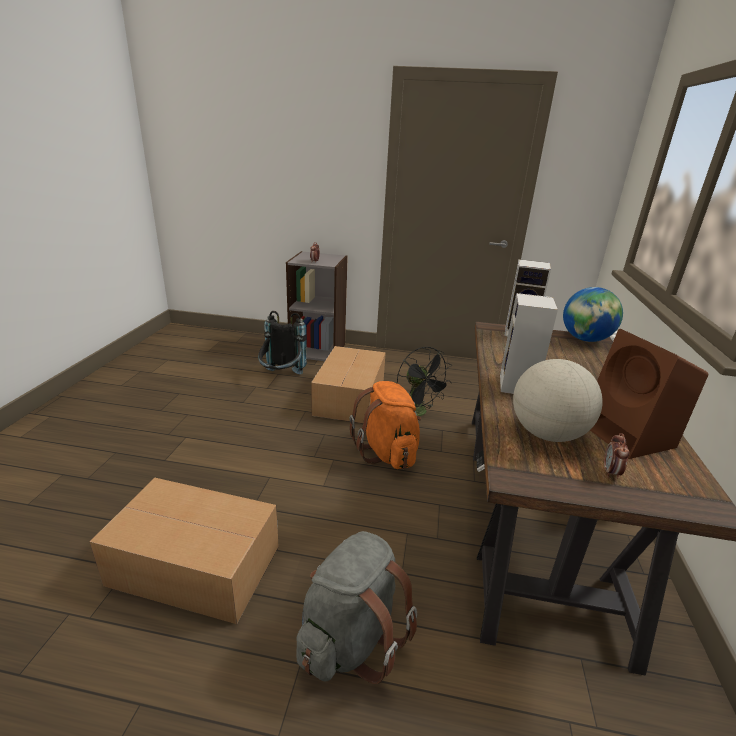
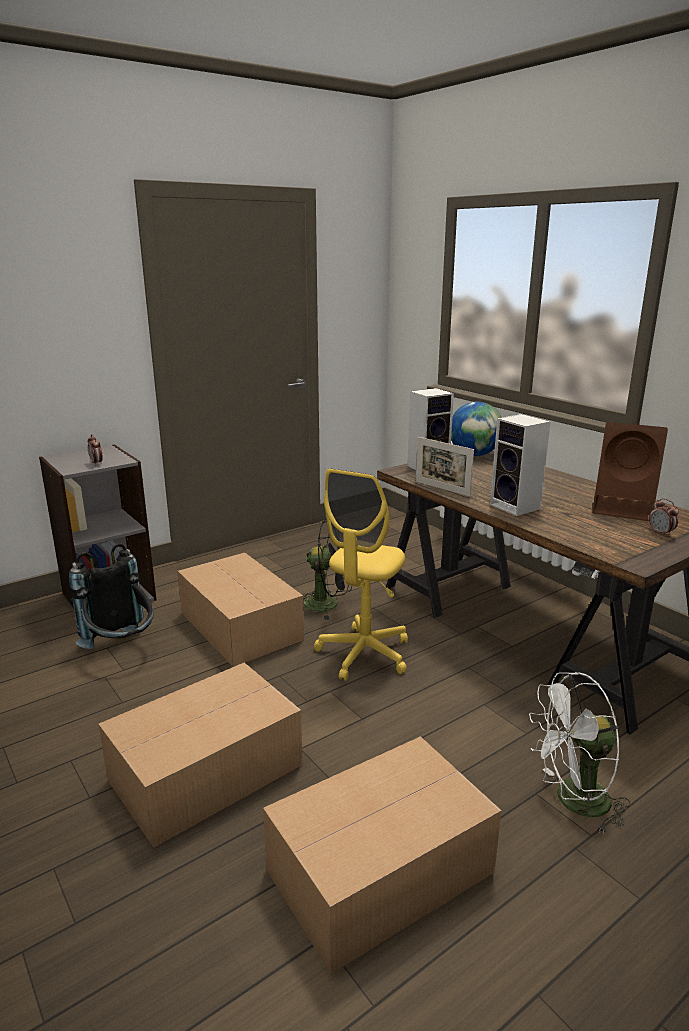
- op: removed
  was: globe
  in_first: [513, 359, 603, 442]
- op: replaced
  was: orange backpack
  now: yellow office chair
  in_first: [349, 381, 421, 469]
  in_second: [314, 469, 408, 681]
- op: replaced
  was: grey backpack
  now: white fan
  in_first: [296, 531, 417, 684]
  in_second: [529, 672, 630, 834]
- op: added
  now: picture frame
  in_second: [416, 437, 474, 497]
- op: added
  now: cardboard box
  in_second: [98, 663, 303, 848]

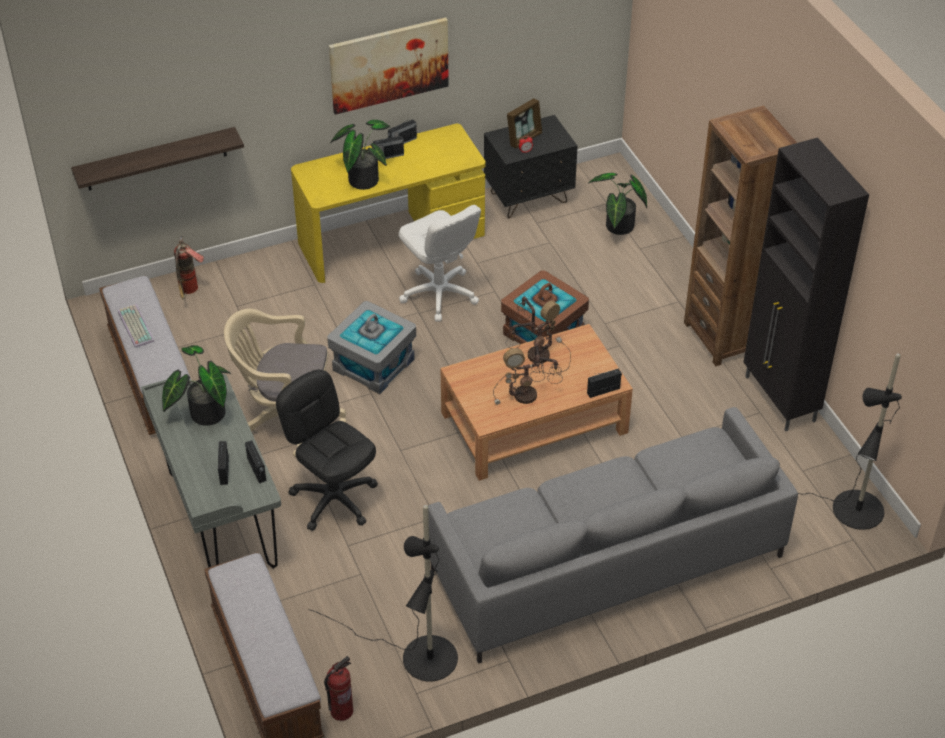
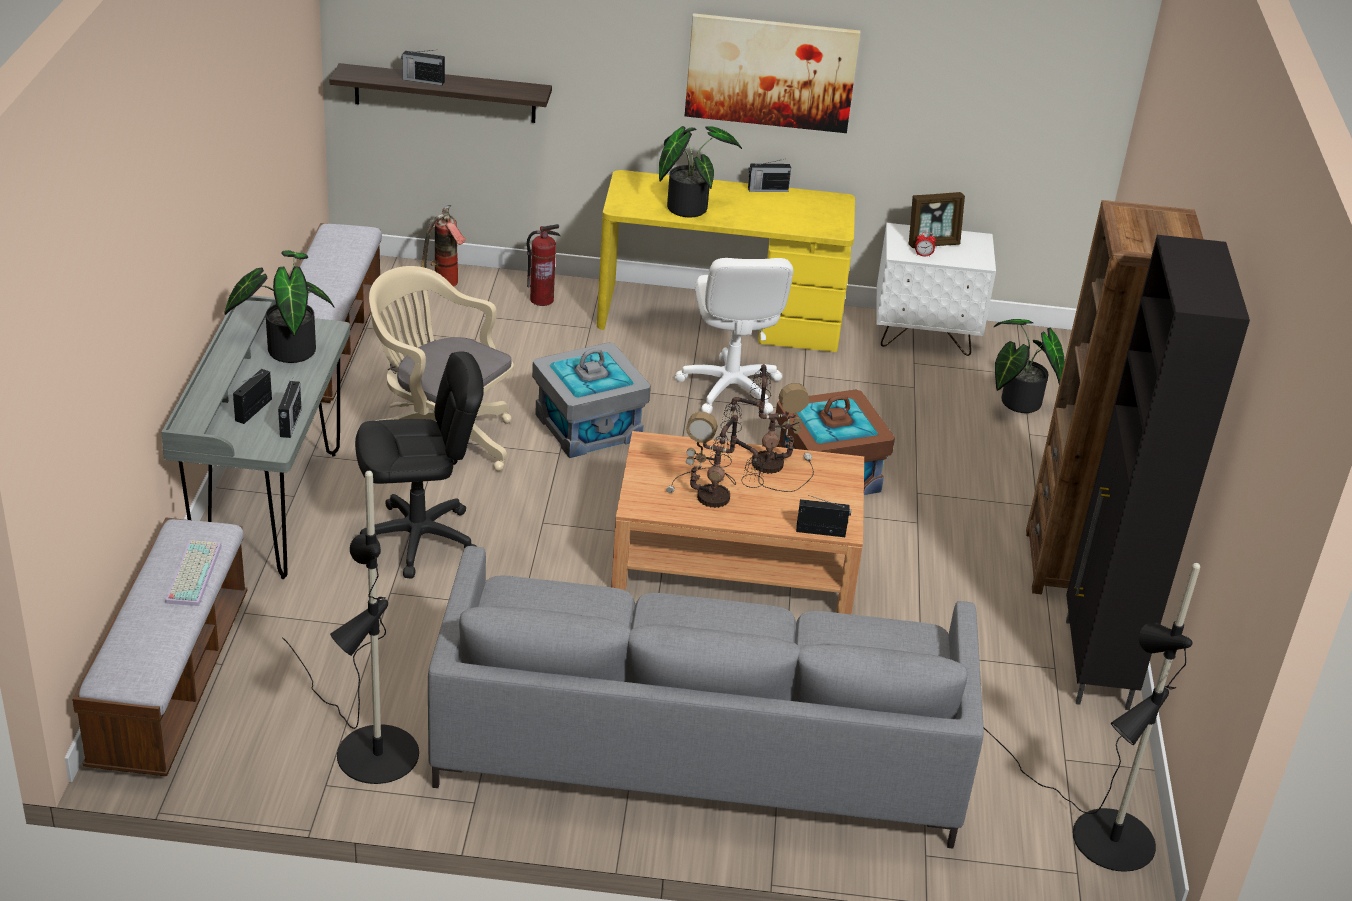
- op: recoloured
  was: black nightstand
  now: white nightstand
  in_first: [484, 115, 578, 218]
  in_second: [876, 223, 996, 356]
- op: moved
  was: radio
  in_first: [373, 134, 404, 159]
  in_second: [401, 50, 445, 85]
- op: moved
  was: keyboard
  in_first: [118, 304, 155, 348]
  in_second: [165, 540, 222, 606]
- op: turned
  was: black office chair
  in_first: [276, 370, 378, 531]
  in_second: [355, 352, 484, 579]
  clockwise: 90
- op: moved
  was: fire extinguisher
  in_first: [324, 656, 353, 721]
  in_second: [527, 224, 560, 306]

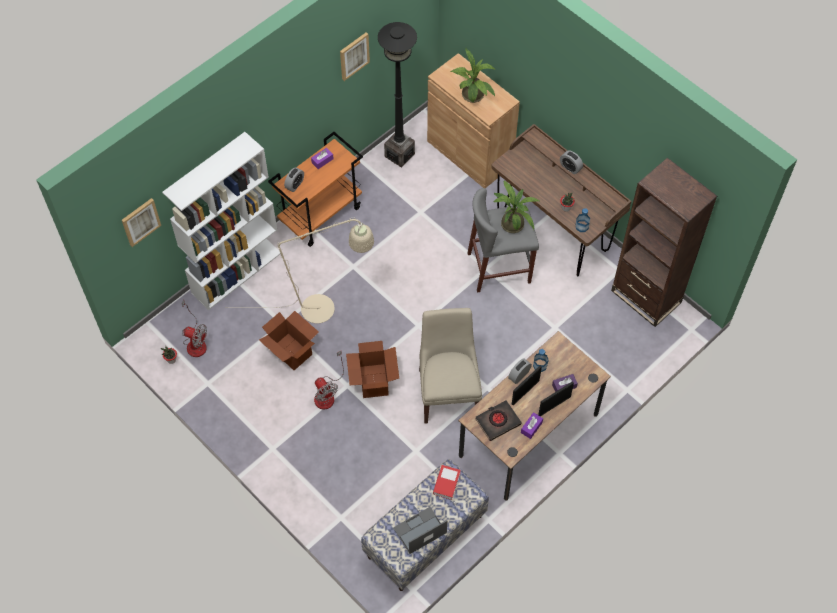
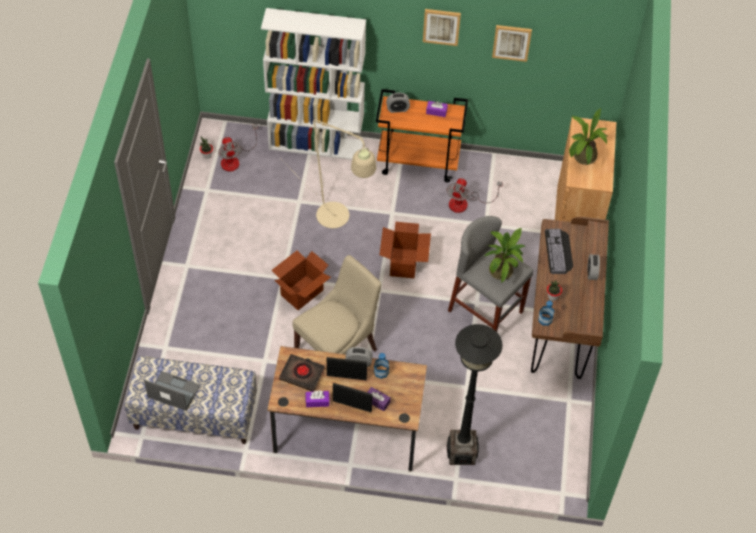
- op: moved
  was: black floor lamp
  in_first: [378, 22, 417, 168]
  in_second: [447, 324, 502, 465]
- op: removed
  was: brown bookcase
  in_first: [611, 158, 717, 327]
- op: moved
  was: picture
  in_first: [122, 198, 161, 247]
  in_second: [423, 9, 461, 46]
- op: moved
  was: cardboard box
  in_first: [259, 311, 319, 370]
  in_second: [379, 222, 431, 279]
- op: moved
  was: fan
  in_first: [314, 351, 344, 409]
  in_second: [446, 178, 503, 213]
- op: removed
  was: book
  in_first: [433, 465, 461, 500]
- op: added
  now: keyboard
  in_second: [545, 229, 573, 274]

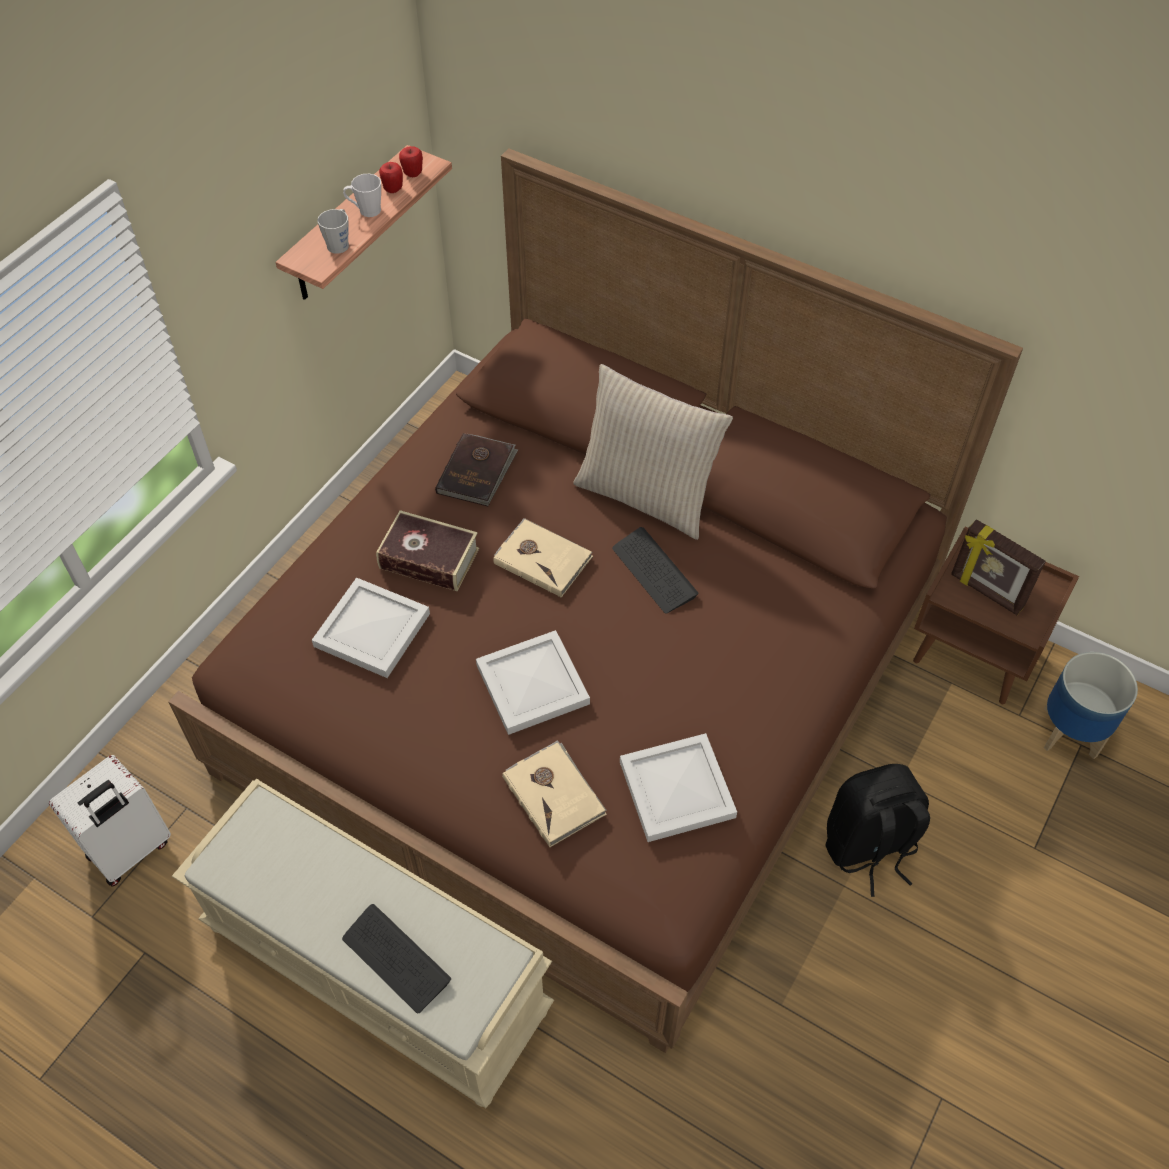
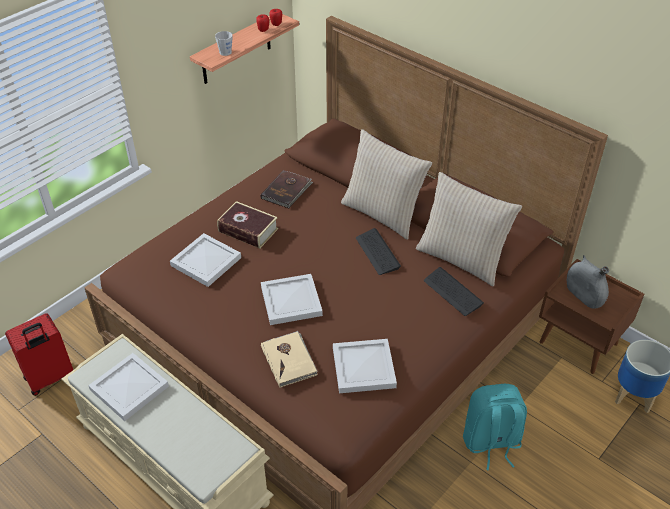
- op: removed
  was: white mug
  in_first: [343, 174, 381, 217]
- op: removed
  was: beige book
  in_first: [493, 518, 593, 598]
- op: replaced
  was: picture frame
  now: grey vase
  in_first: [951, 519, 1046, 615]
  in_second: [567, 255, 609, 309]
- op: recoloured
  was: white suitcase
  now: red suitcase
  in_first: [49, 755, 171, 886]
  in_second: [5, 313, 73, 396]
- op: recoloured
  was: black backpack
  now: turquoise backpack
  in_first: [826, 764, 930, 897]
  in_second: [463, 384, 527, 471]
- op: moved
  was: keyboard
  in_first: [342, 904, 451, 1013]
  in_second: [424, 267, 484, 316]
- op: added
  now: beige pillow
  in_second: [416, 172, 522, 287]
- op: added
  now: white tray
  in_second: [88, 353, 169, 421]

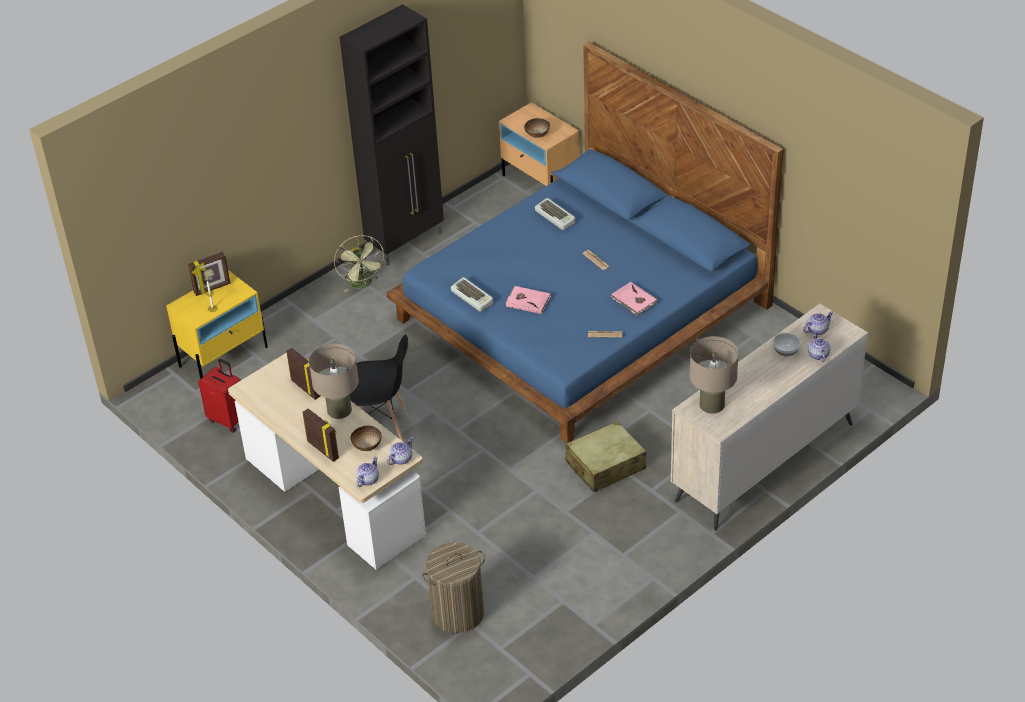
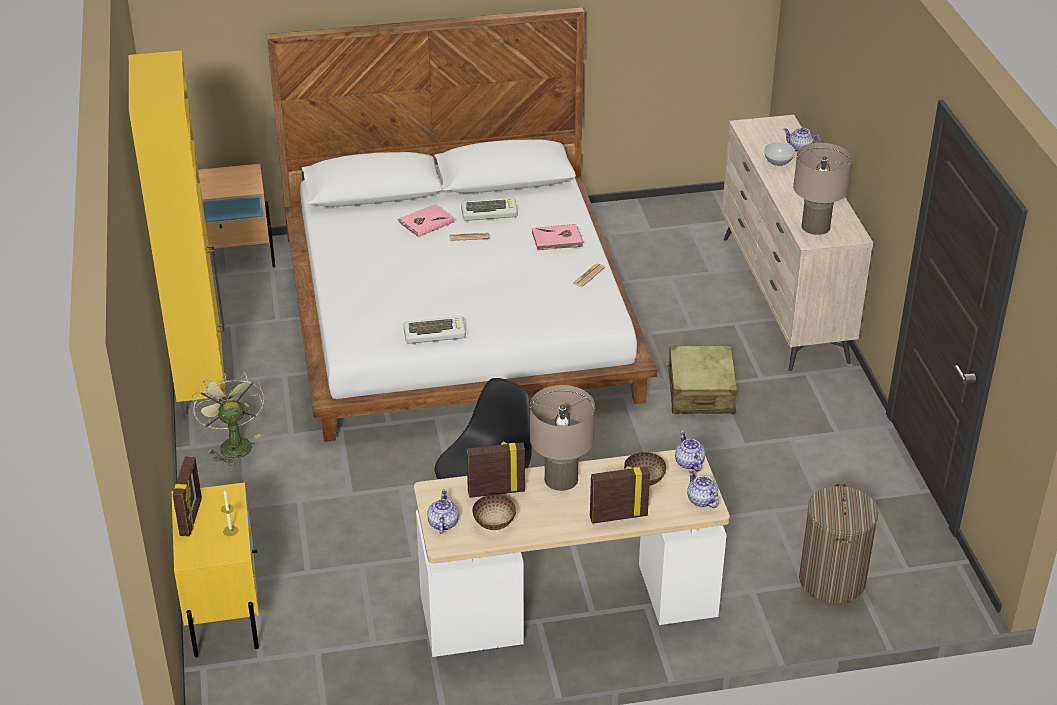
- op: recoloured
  was: black cabinet
  now: yellow cabinet
  in_first: [340, 4, 444, 266]
  in_second: [129, 50, 226, 418]
- op: recoloured
  was: blue bed
  now: white bed
  in_first: [387, 42, 784, 443]
  in_second: [267, 7, 657, 442]
- op: moved
  was: bowl
  in_first: [524, 118, 550, 138]
  in_second: [472, 494, 516, 530]
- op: moved
  was: keyboard
  in_first: [535, 198, 575, 230]
  in_second: [461, 198, 518, 221]
- op: turned
  was: green fan
  in_first: [334, 235, 386, 292]
  in_second: [192, 372, 265, 466]
  clockwise: -120
- op: moved
  was: pink book
  in_first: [506, 286, 551, 314]
  in_second: [397, 204, 455, 237]
- op: moved
  was: teapot
  in_first: [803, 312, 833, 335]
  in_second: [427, 489, 459, 534]
- op: removed
  was: red suitcase
  in_first: [198, 359, 241, 433]

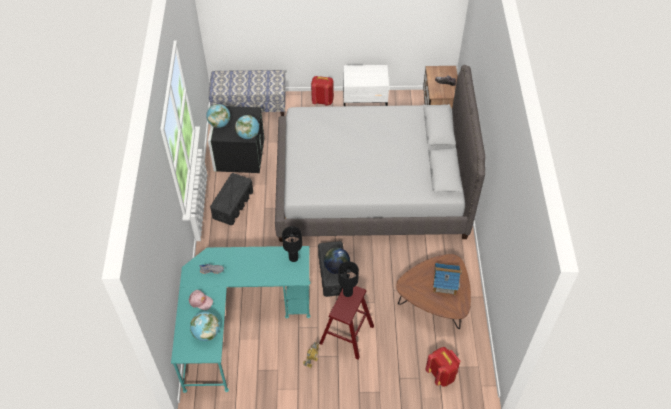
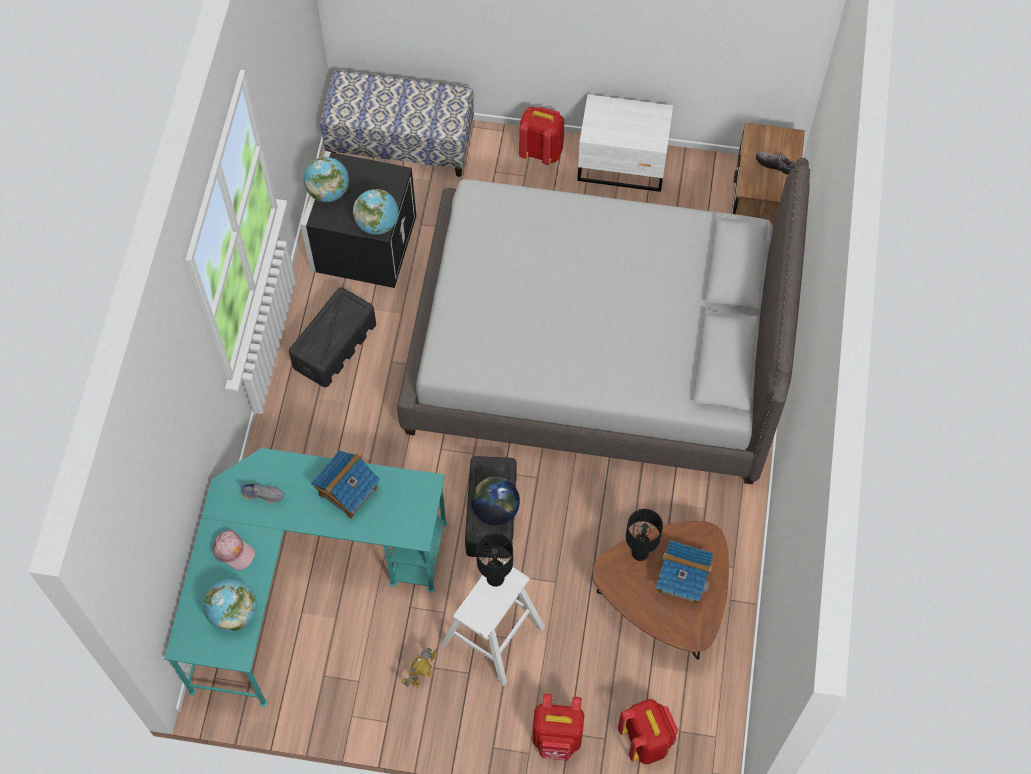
- op: moved
  was: black table lamp
  in_first: [282, 226, 302, 262]
  in_second: [626, 509, 663, 561]
- op: recoloured
  was: red stool
  now: white stool
  in_first: [320, 286, 374, 360]
  in_second: [441, 558, 545, 686]
- op: added
  now: toy house
  in_second: [311, 450, 381, 519]
- op: added
  now: red backpack
  in_second: [533, 694, 584, 761]

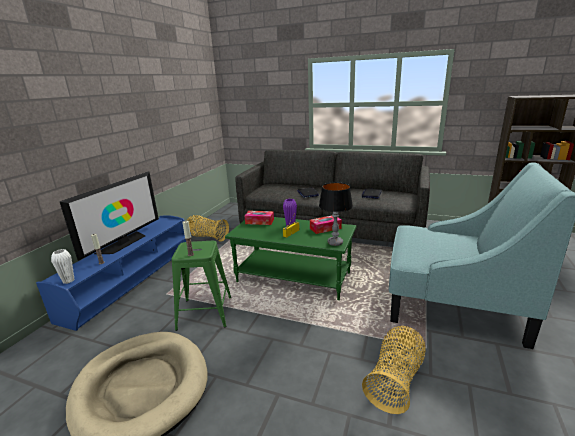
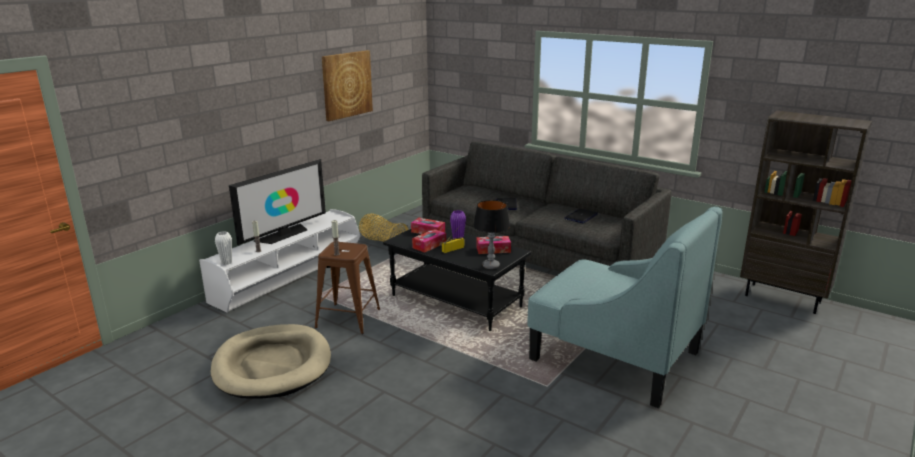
- op: recoloured
  was: blue tv stand
  now: white tv stand
  in_first: [36, 215, 191, 331]
  in_second: [199, 209, 360, 313]
- op: recoloured
  was: green coffee table
  now: black coffee table
  in_first: [225, 217, 356, 300]
  in_second: [383, 228, 531, 331]
- op: recoloured
  was: green stool
  now: brown stool
  in_first: [172, 241, 232, 331]
  in_second: [315, 242, 380, 334]
- op: removed
  was: basket
  in_first: [362, 326, 426, 414]
- op: added
  now: picture
  in_second: [322, 50, 373, 121]
- op: added
  now: tissue box
  in_second: [412, 229, 446, 253]

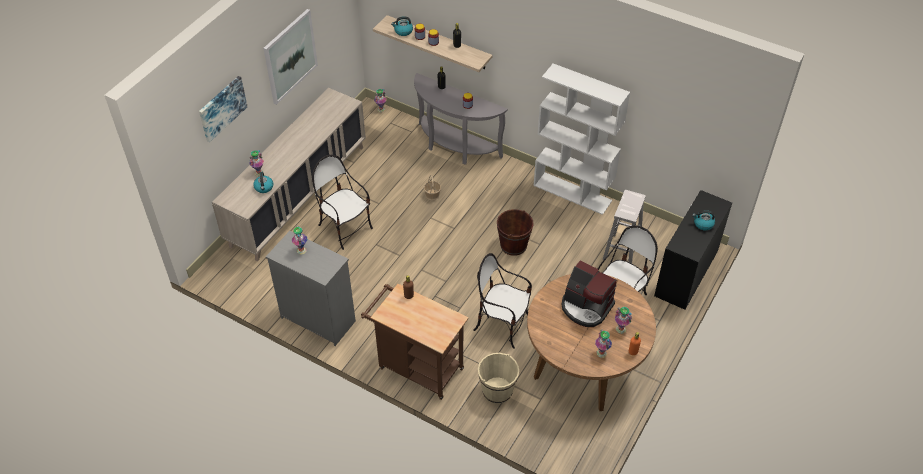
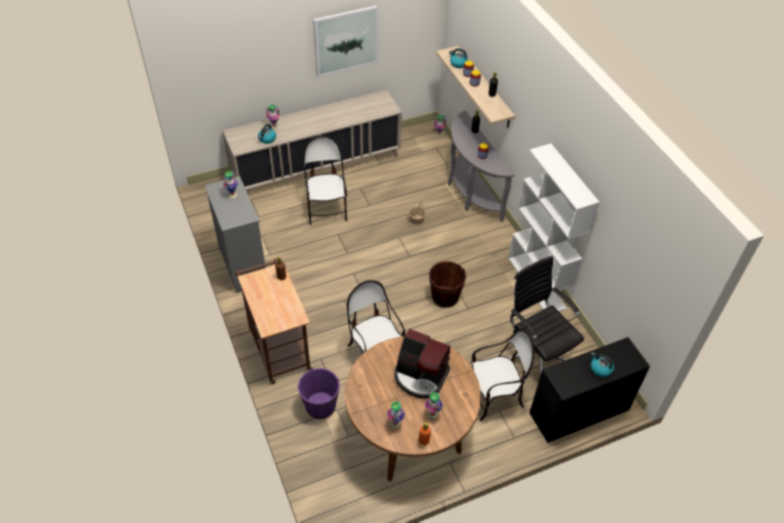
- op: removed
  was: picture
  in_first: [199, 76, 248, 142]
- op: replaced
  was: white stool
  now: black office chair
  in_first: [602, 190, 646, 264]
  in_second: [508, 256, 584, 375]
- op: turned
  was: coffee machine
  in_first: [561, 261, 617, 327]
  in_second: [394, 329, 451, 399]
  clockwise: -45
- op: recoloured
  was: beige bucket
  now: purple bucket
  in_first: [478, 353, 519, 404]
  in_second: [298, 368, 340, 419]

